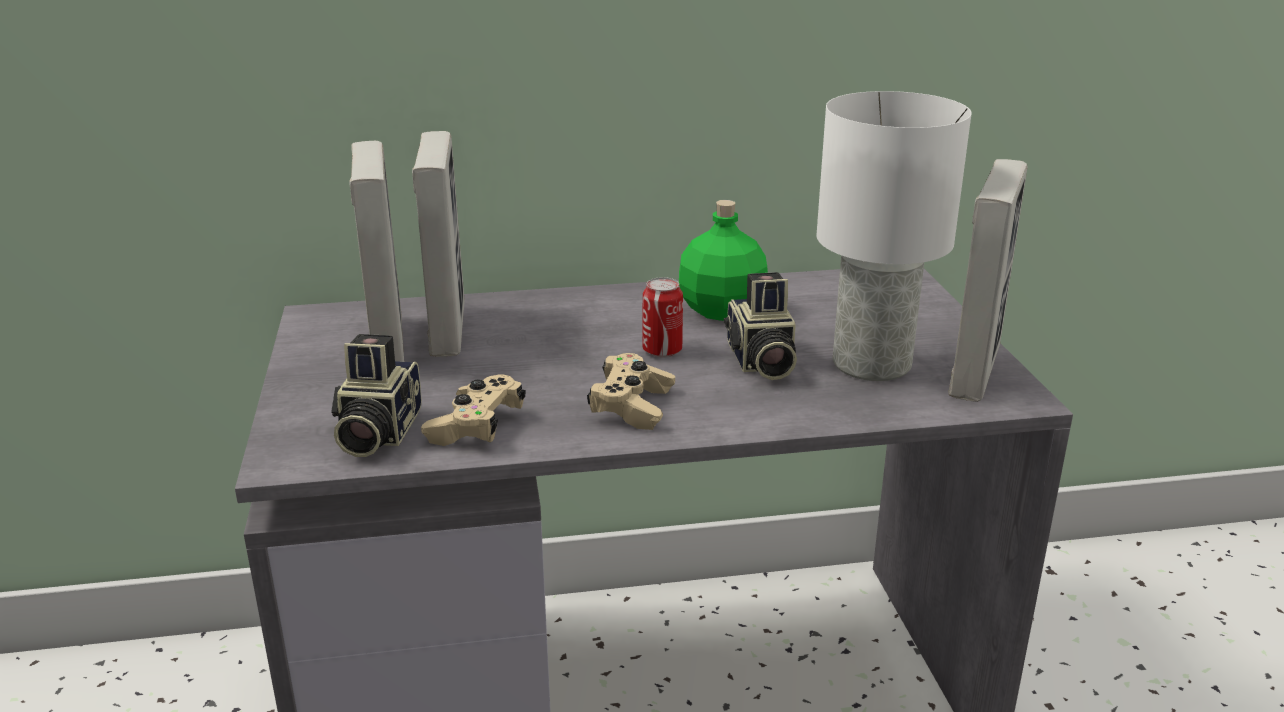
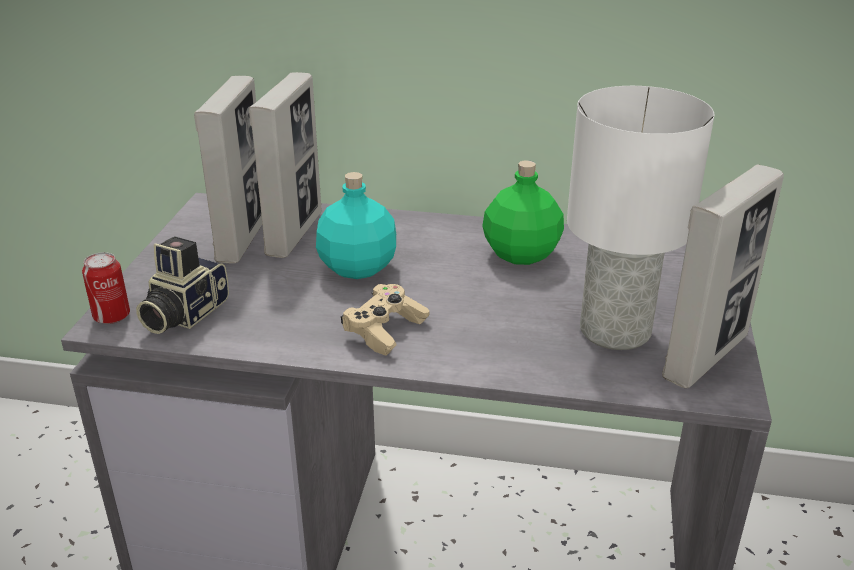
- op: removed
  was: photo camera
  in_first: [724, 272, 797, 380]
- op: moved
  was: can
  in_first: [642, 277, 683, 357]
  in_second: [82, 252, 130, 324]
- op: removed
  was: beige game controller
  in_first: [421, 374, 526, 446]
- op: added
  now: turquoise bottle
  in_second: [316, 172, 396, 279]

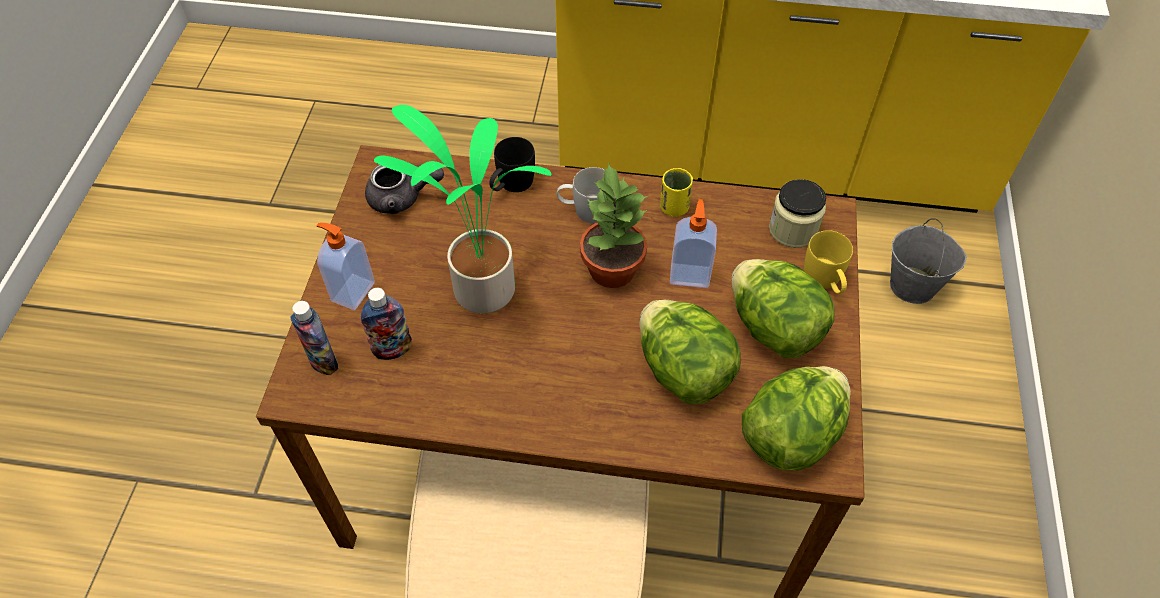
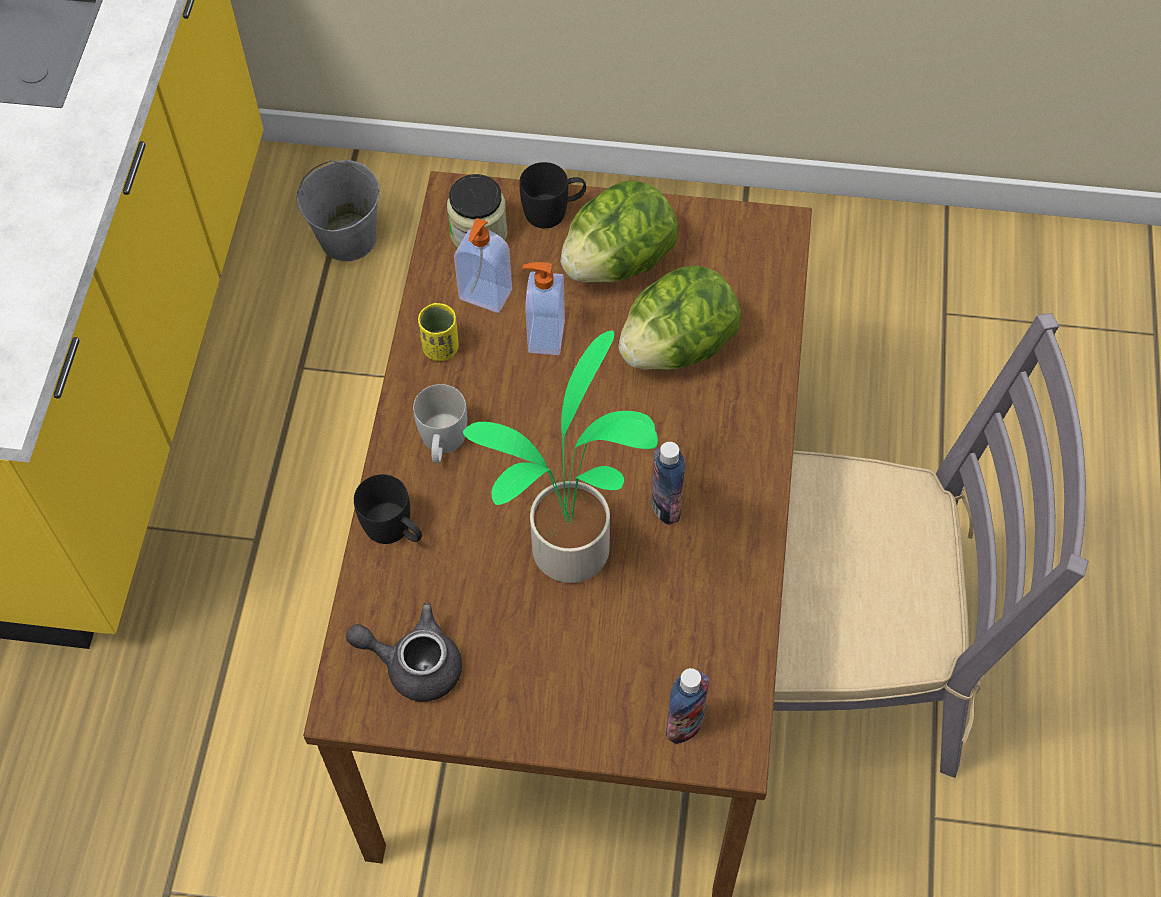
- op: removed
  was: potted plant
  in_first: [580, 163, 648, 288]
- op: turned
  was: grey teapot
  in_first: [365, 165, 444, 214]
  in_second: [346, 603, 462, 702]
  clockwise: -75
- op: moved
  was: soap dispenser
  in_first: [316, 223, 375, 310]
  in_second: [454, 218, 512, 313]
- op: recoloured
  was: yellow mug
  now: black mug
  in_first: [804, 230, 853, 294]
  in_second: [519, 162, 586, 228]
- op: moved
  was: bottle
  in_first: [361, 288, 412, 360]
  in_second: [651, 442, 685, 525]
- op: removed
  was: lettuce
  in_first: [742, 366, 851, 470]

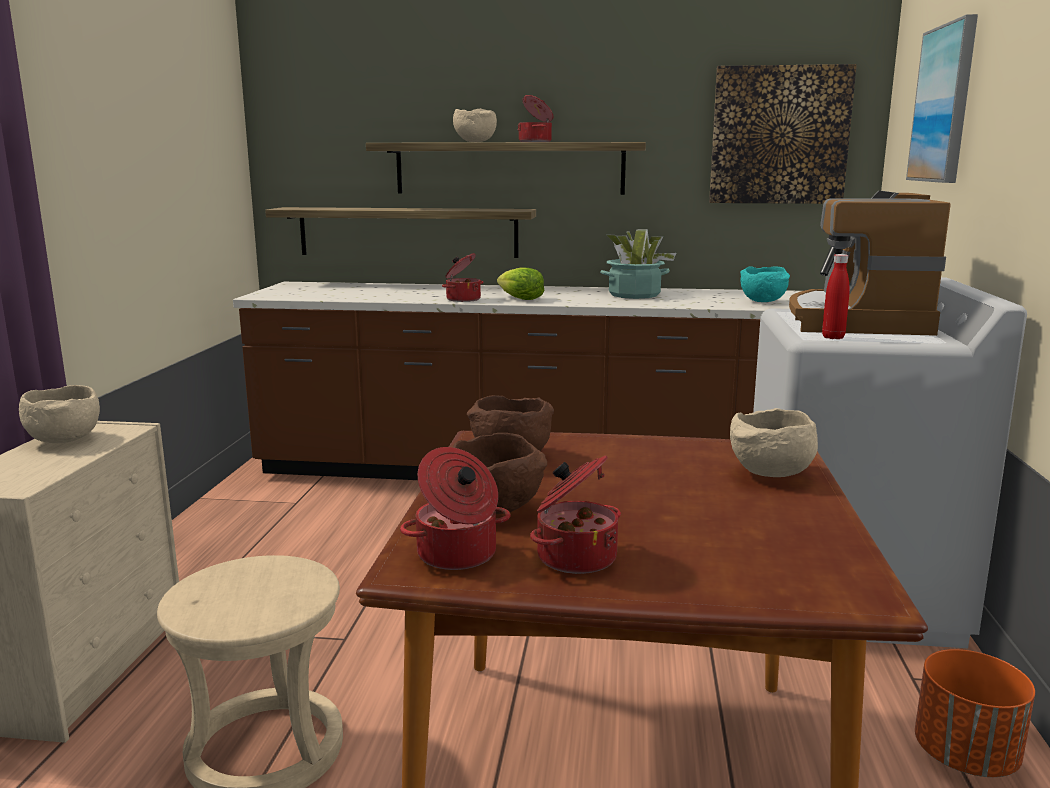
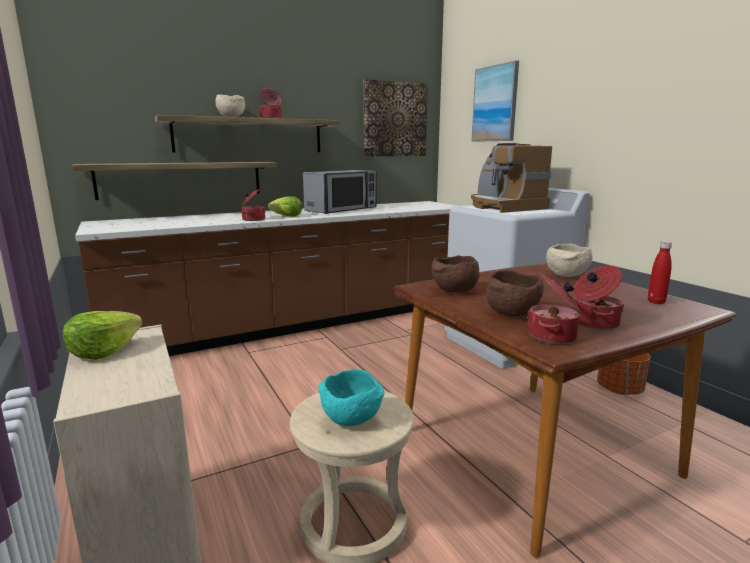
- op: replaced
  was: potted plant
  now: microwave
  in_first: [600, 229, 676, 299]
  in_second: [303, 170, 377, 214]
- op: moved
  was: red bottle
  in_first: [822, 254, 849, 339]
  in_second: [648, 241, 672, 304]
- op: moved
  was: turquoise bowl
  in_first: [740, 266, 790, 302]
  in_second: [318, 369, 384, 426]
- op: replaced
  was: beige bowl
  now: lettuce
  in_first: [19, 385, 100, 443]
  in_second: [63, 311, 143, 360]

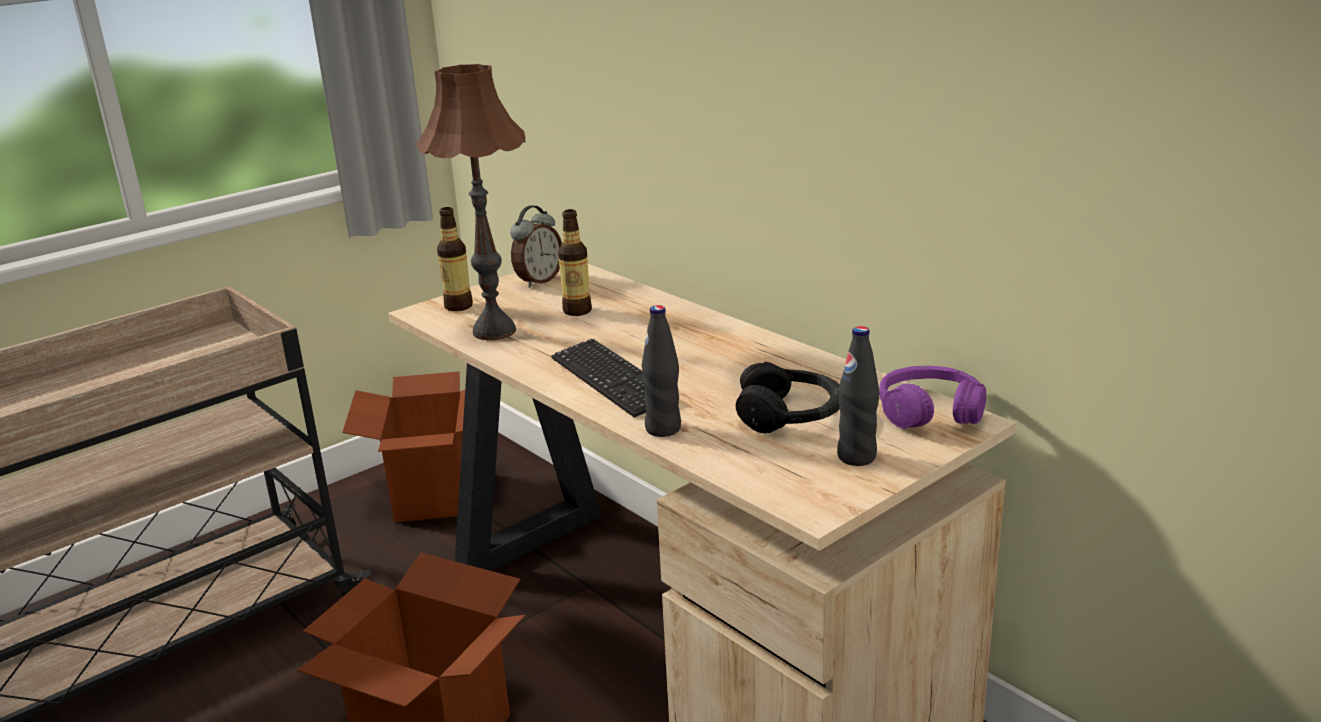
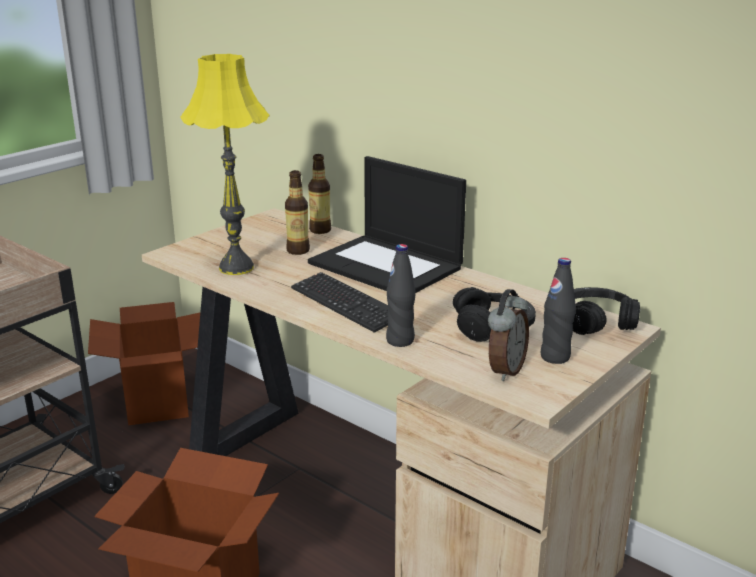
- op: recoloured
  was: brown table lamp
  now: yellow table lamp
  in_first: [416, 64, 526, 340]
  in_second: [180, 54, 269, 275]
- op: moved
  was: alarm clock
  in_first: [510, 205, 562, 288]
  in_second: [488, 289, 529, 381]
- op: moved
  was: bottle
  in_first: [437, 207, 473, 311]
  in_second: [308, 154, 331, 234]
- op: recoloured
  was: purple headphones
  now: black headphones
  in_first: [879, 366, 986, 429]
  in_second: [573, 287, 640, 335]
- op: added
  now: laptop
  in_second: [308, 156, 466, 293]

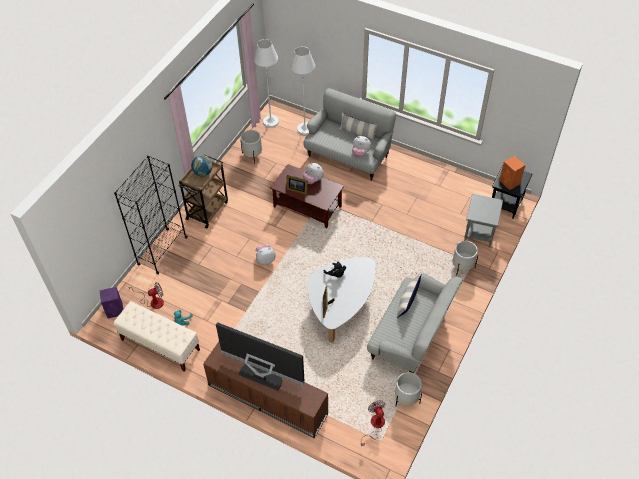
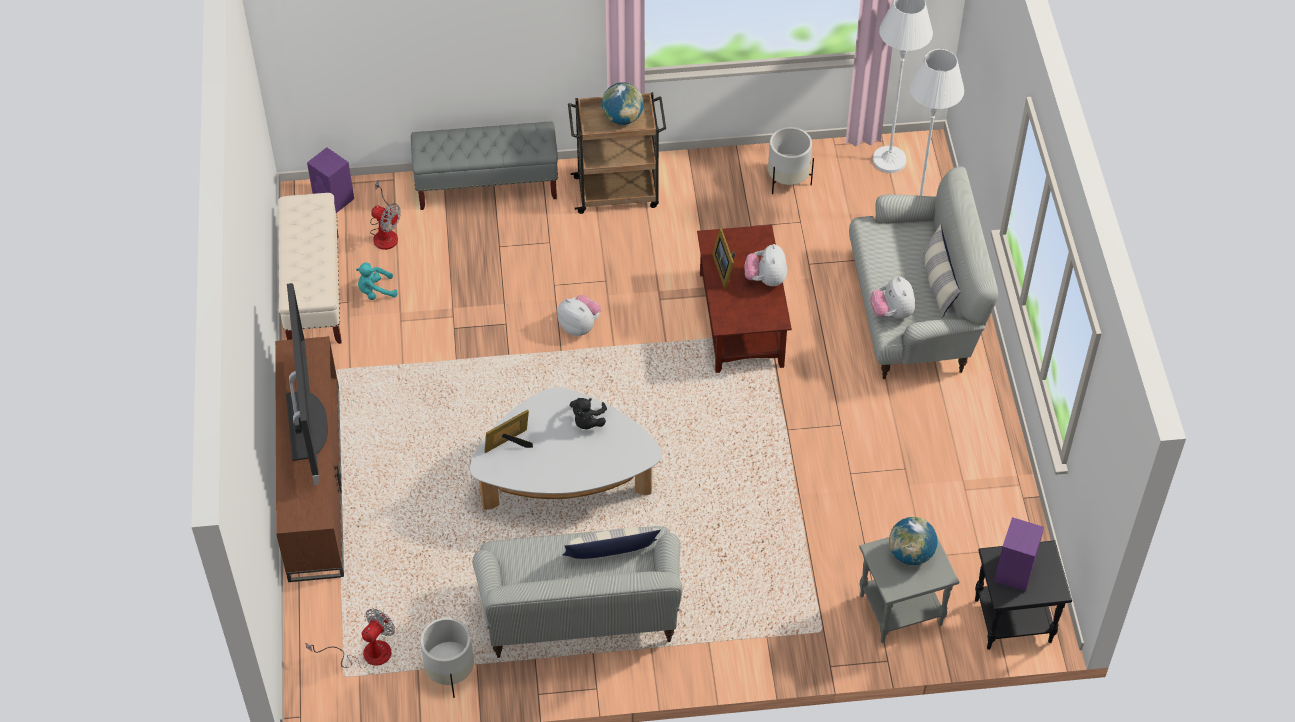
- op: replaced
  was: black bookcase
  now: grey bench
  in_first: [114, 155, 188, 274]
  in_second: [411, 122, 558, 210]
- op: recoloured
  was: orange speaker
  now: purple speaker
  in_first: [499, 156, 525, 190]
  in_second: [994, 517, 1044, 591]
- op: removed
  was: white planter
  in_first: [453, 241, 478, 275]
- op: added
  now: globe
  in_second: [889, 517, 938, 565]

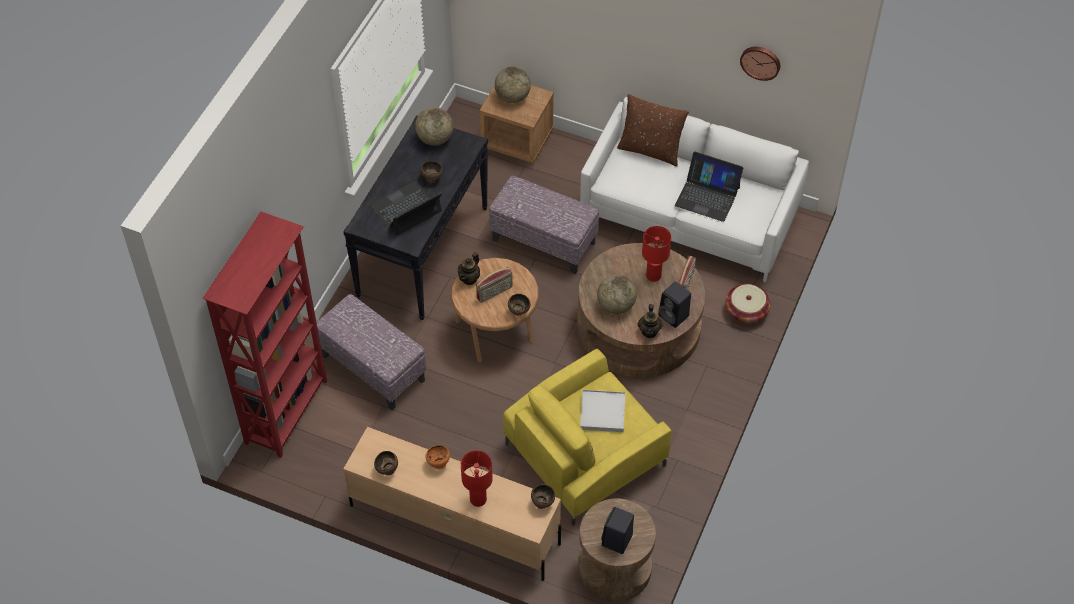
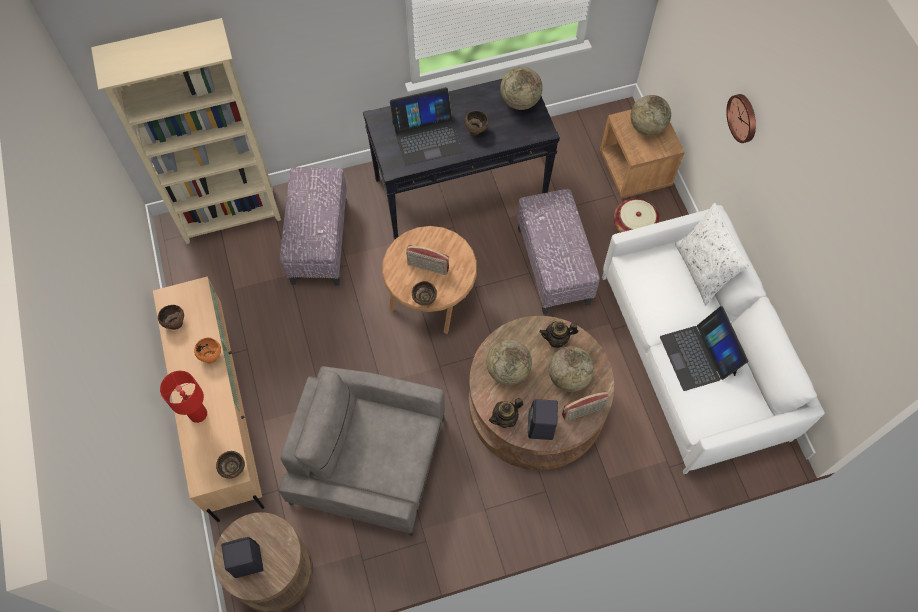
- op: moved
  was: wall clock
  in_first: [740, 47, 780, 81]
  in_second: [726, 94, 756, 143]
- op: recoloured
  was: brown pillow
  now: white pillow
  in_first: [617, 94, 689, 166]
  in_second: [675, 203, 749, 306]
- op: turned
  was: laptop
  in_first: [370, 181, 442, 236]
  in_second: [390, 87, 463, 166]
  clockwise: 150
- op: recoloured
  was: red bookcase
  now: beige bookcase
  in_first: [202, 212, 327, 458]
  in_second: [91, 18, 281, 244]
- op: replaced
  was: red table lamp
  now: globe
  in_first: [642, 226, 671, 282]
  in_second: [548, 346, 594, 392]
- op: moved
  was: teapot
  in_first: [458, 252, 480, 285]
  in_second: [540, 321, 578, 348]
- op: moved
  was: basket
  in_first: [725, 284, 771, 323]
  in_second: [614, 198, 660, 233]
- op: recoloured
  was: yellow armchair
  now: grey armchair
  in_first: [503, 349, 672, 526]
  in_second: [279, 366, 445, 536]
- op: removed
  was: white tray
  in_first: [580, 390, 626, 432]

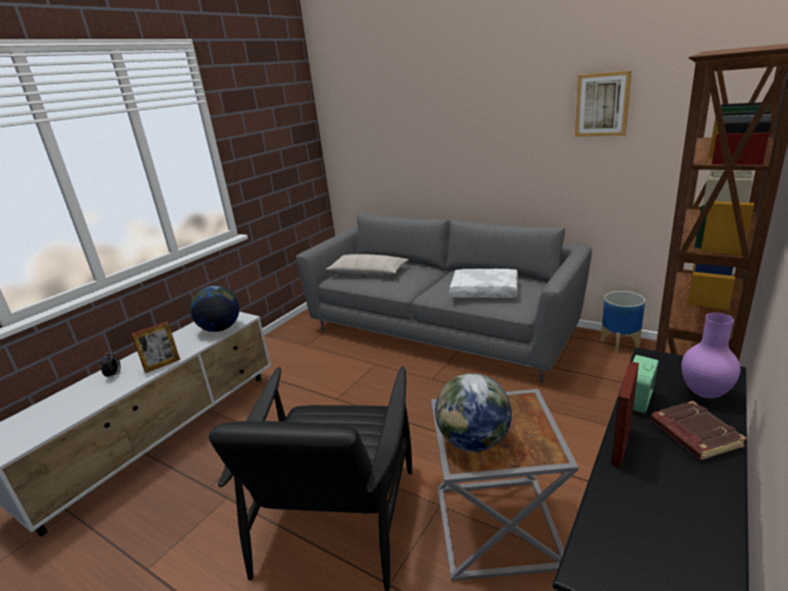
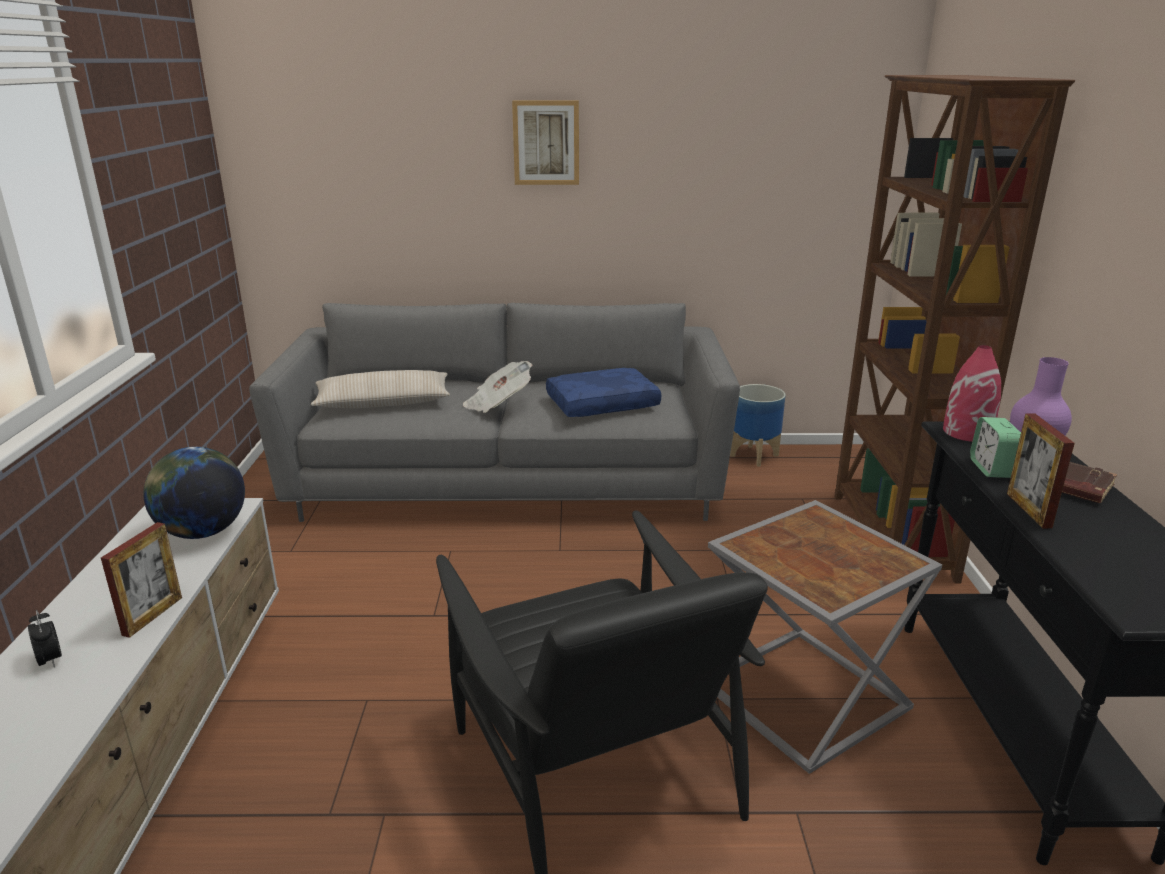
- op: moved
  was: picture
  in_first: [575, 71, 632, 137]
  in_second: [512, 100, 579, 185]
- op: recoloured
  was: white pillow
  now: blue pillow
  in_first: [449, 269, 518, 298]
  in_second: [546, 368, 661, 417]
- op: removed
  was: globe
  in_first: [435, 373, 512, 452]
- op: added
  now: red vase
  in_second: [943, 345, 1001, 442]
- op: added
  now: newspaper
  in_second: [463, 361, 533, 413]

